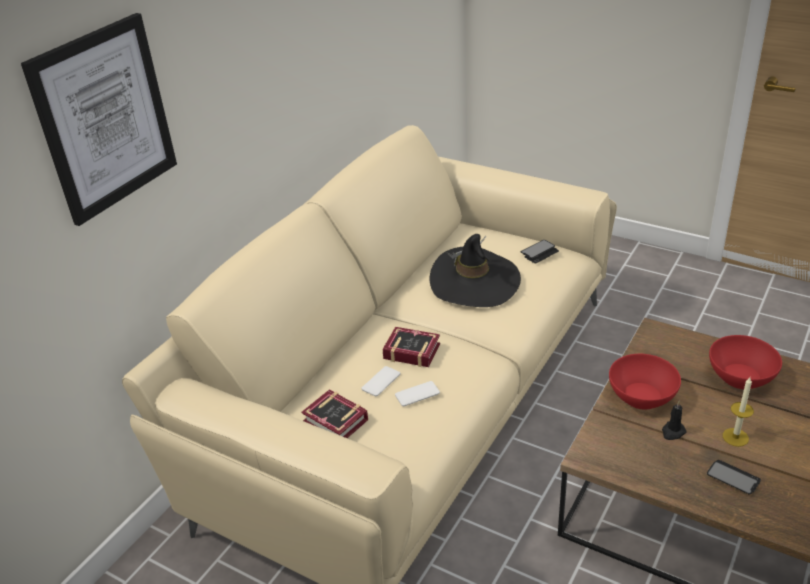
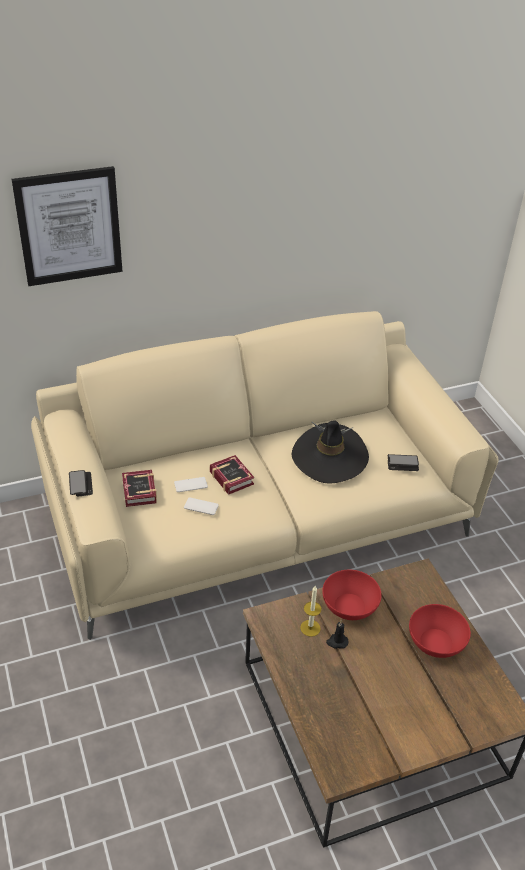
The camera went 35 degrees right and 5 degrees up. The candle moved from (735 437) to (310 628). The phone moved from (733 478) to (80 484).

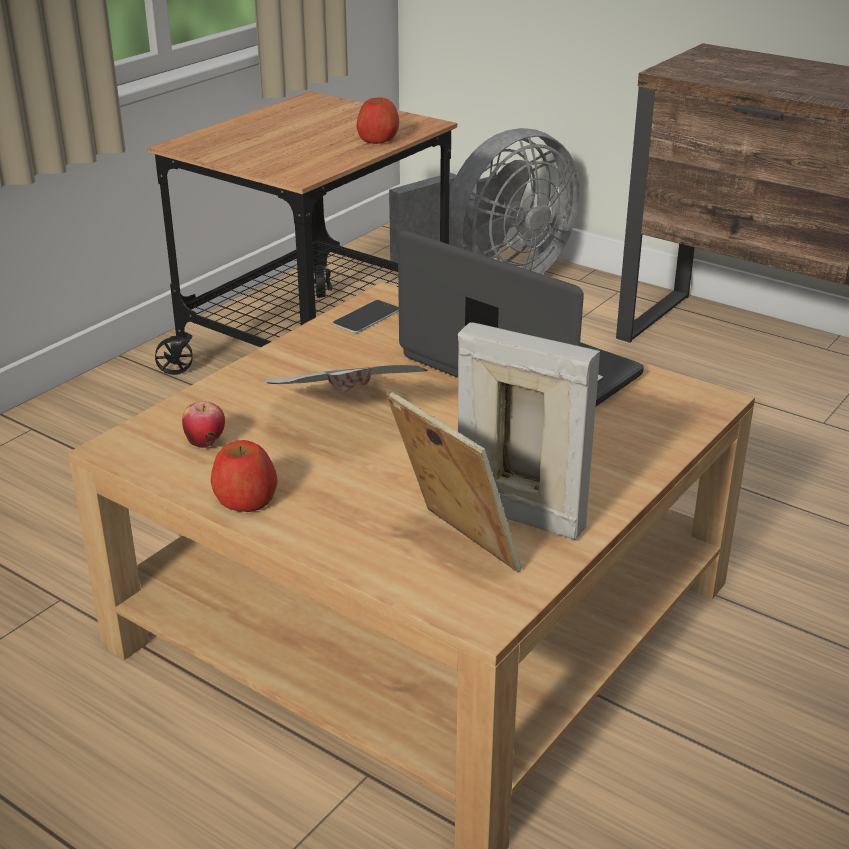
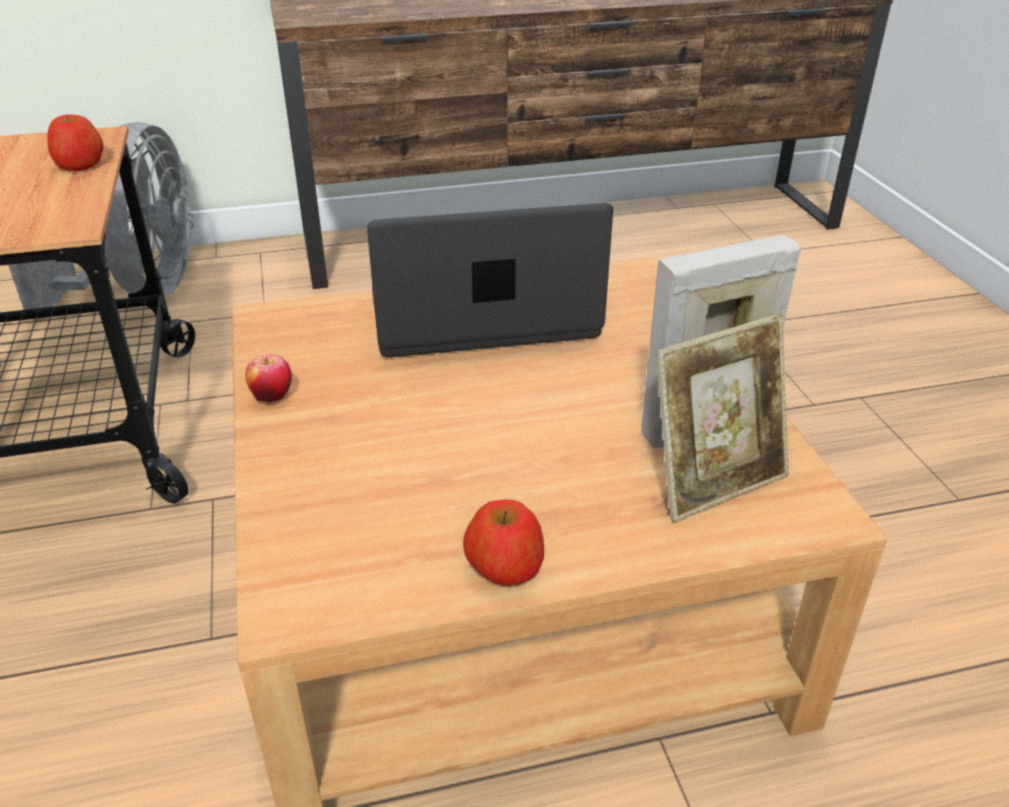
The camera went 50 degrees left and 5 degrees up. The phone at (367 317) disappeared. The newspaper at (346 415) disappeared. The picture frame at (453 548) turned 150 degrees clockwise. The apple moved from (206 443) to (272 397).

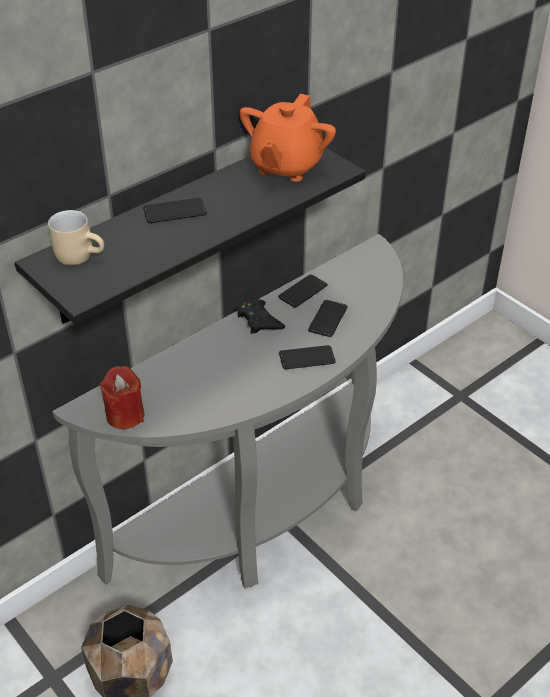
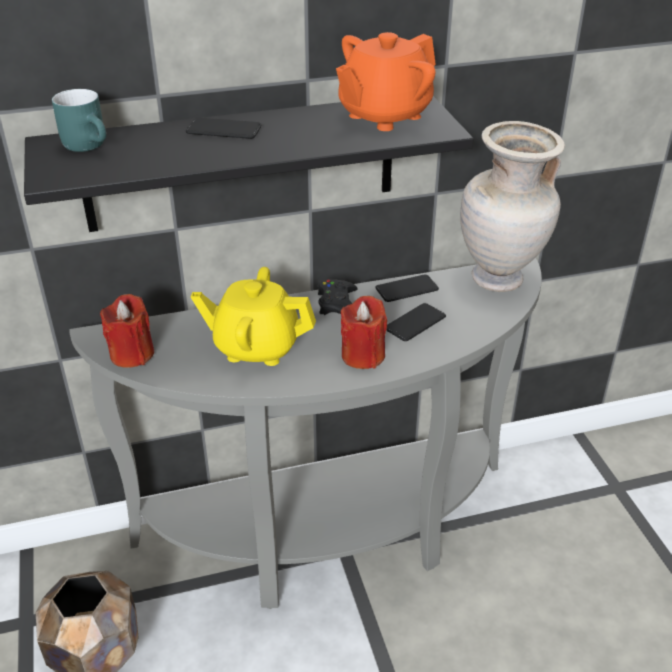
The camera went 25 degrees right and 5 degrees down. The beige mug at (80 255) became the turquoise mug at (91 145). The phone at (307 358) was replaced by the red candle at (363 355). The beige vase at (499 280) appeared. The yellow teapot at (256 347) appeared.

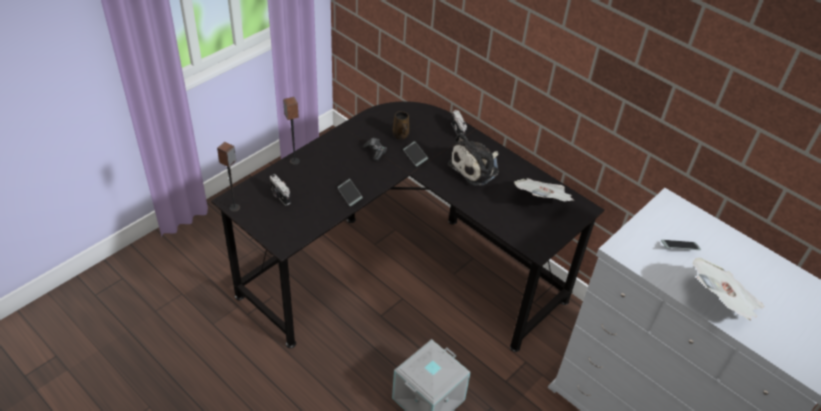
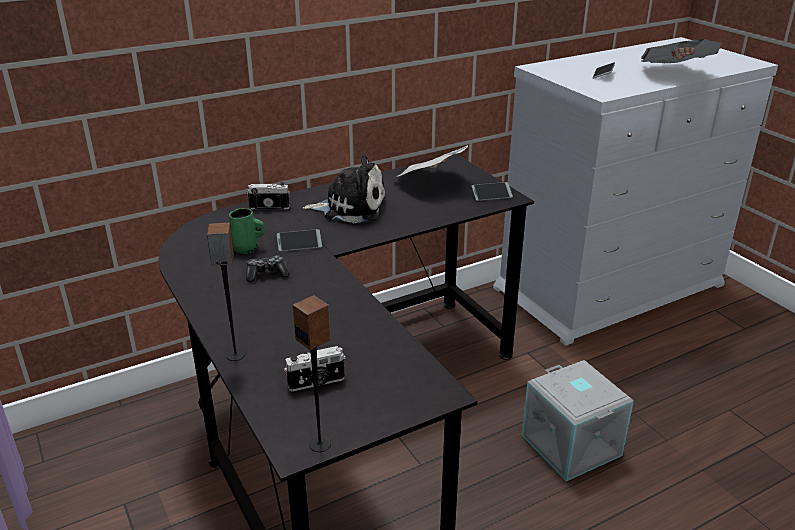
The camera went 70 degrees left and 15 degrees down. The brown mug at (401 135) became the green mug at (247 249). The plush toy at (476 168) turned 60 degrees counterclockwise. The phone moved from (349 195) to (491 195).

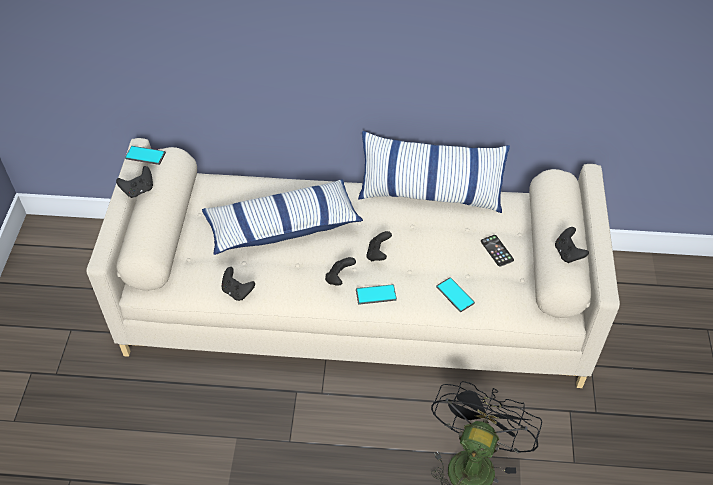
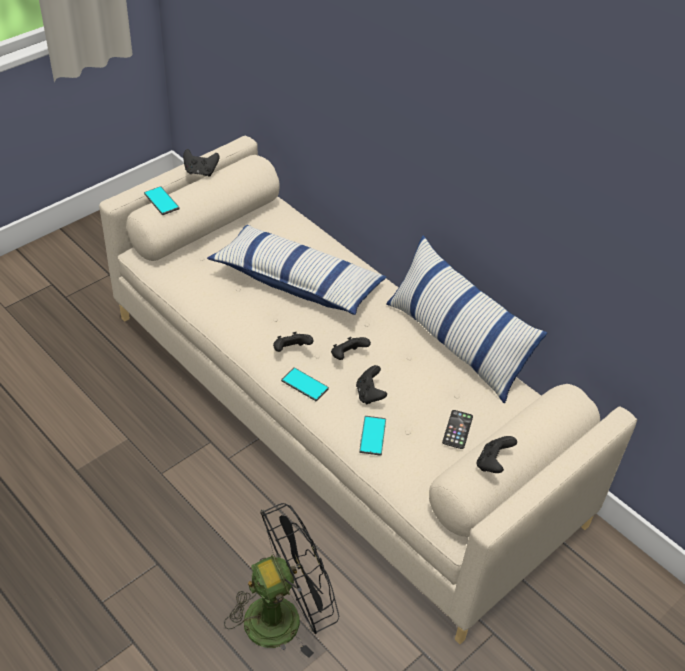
The camera went 40 degrees right and 5 degrees down. The phone moved from (145 155) to (161 201). The black game controller moved from (237 291) to (369 394).

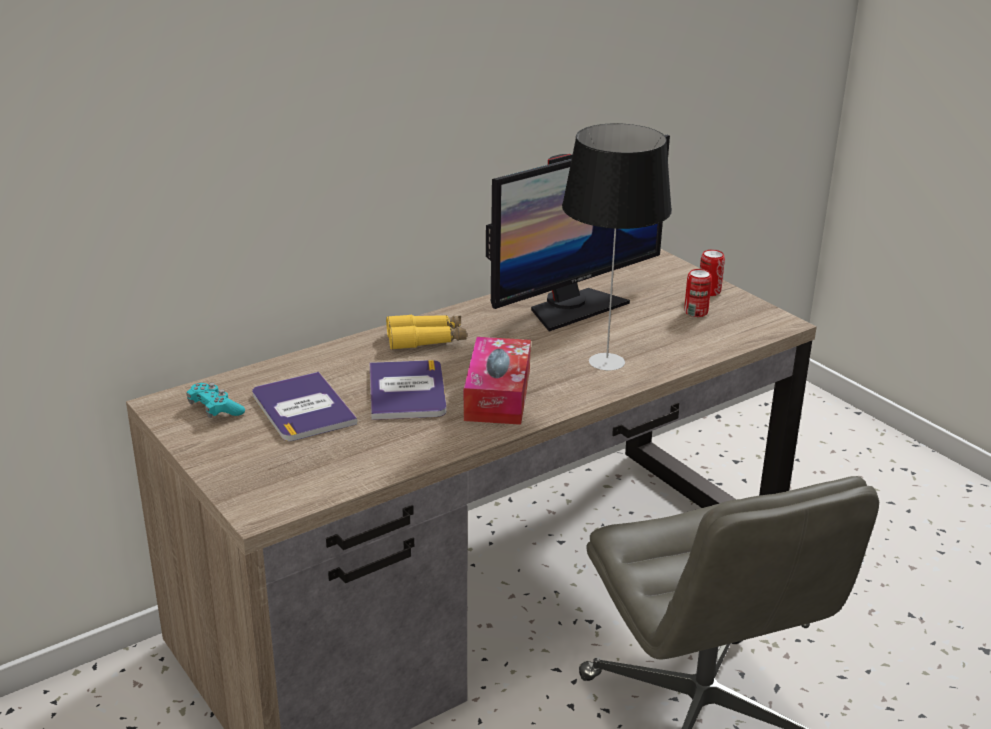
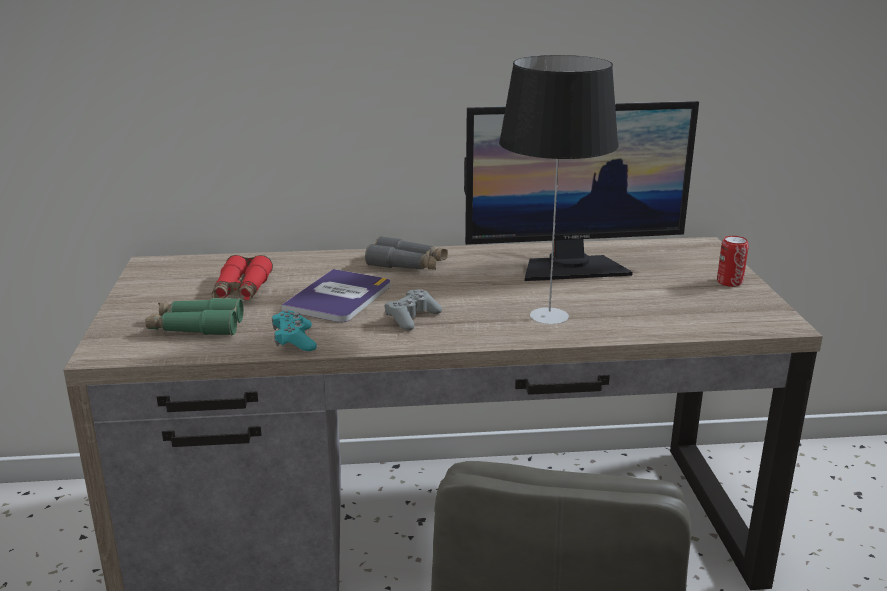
The camera went 30 degrees right and 5 degrees down. The can at (696 312) disappeared. The yellow binoculars at (426 340) became the grey binoculars at (407 265). The tissue box at (497 395) was replaced by the grey game controller at (412 318). The book at (302 408) was replaced by the red binoculars at (242 290). The turquoise game controller moved from (215 409) to (294 341). The green binoculars at (196 327) appeared.

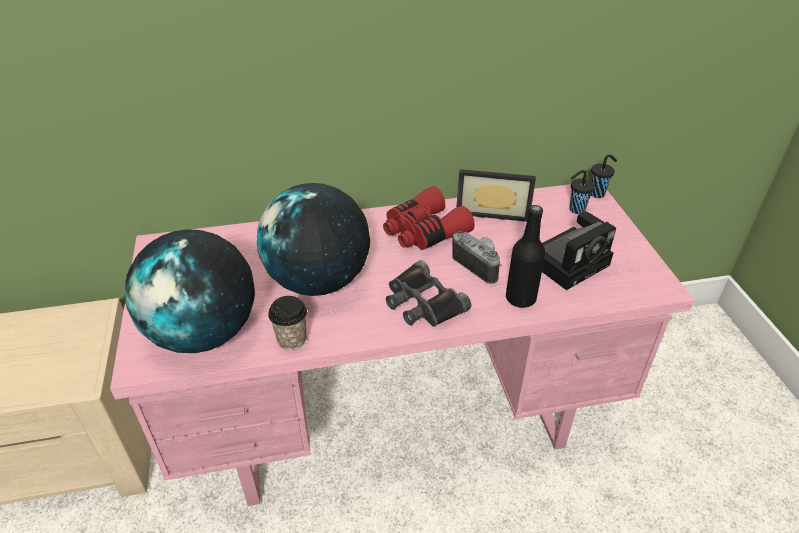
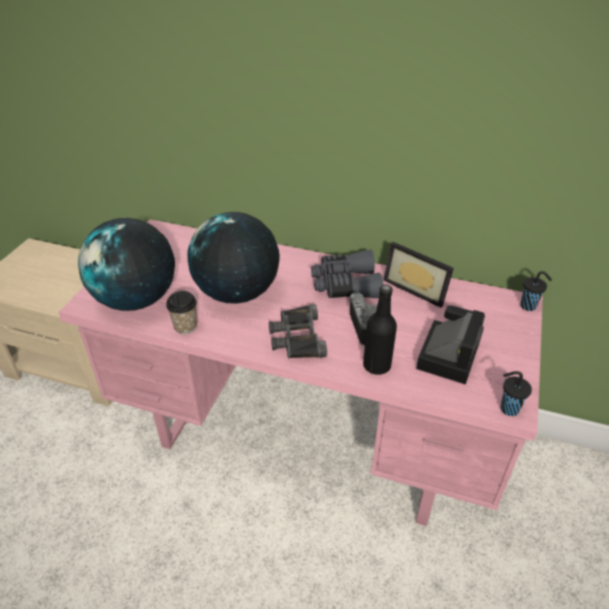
The camera went 30 degrees right and 0 degrees up. The black cup moved from (576 209) to (508 409). The red binoculars at (423 232) became the grey binoculars at (345 285). The photo camera at (570 262) turned 60 degrees counterclockwise.

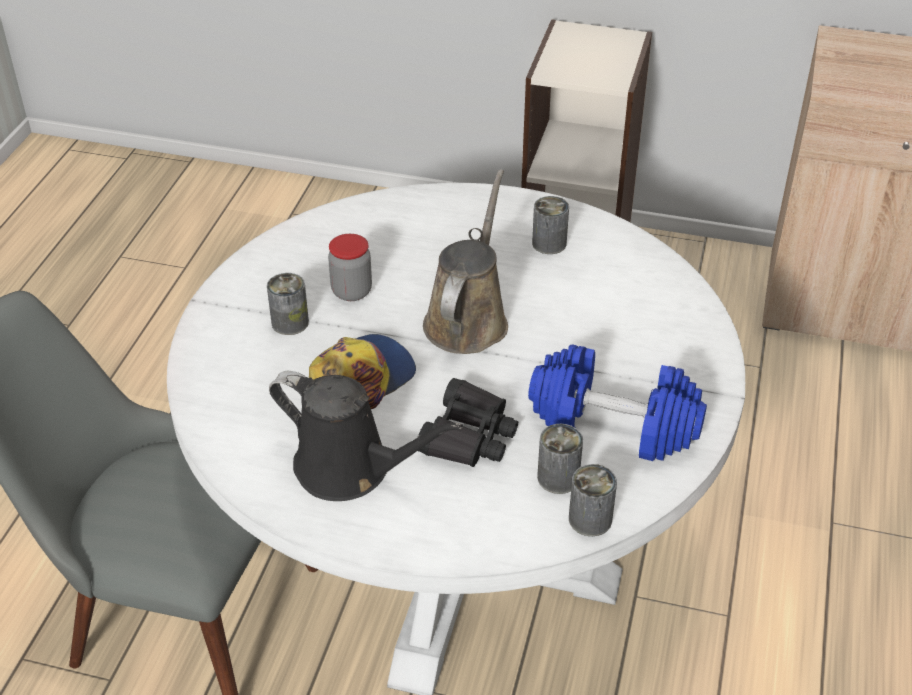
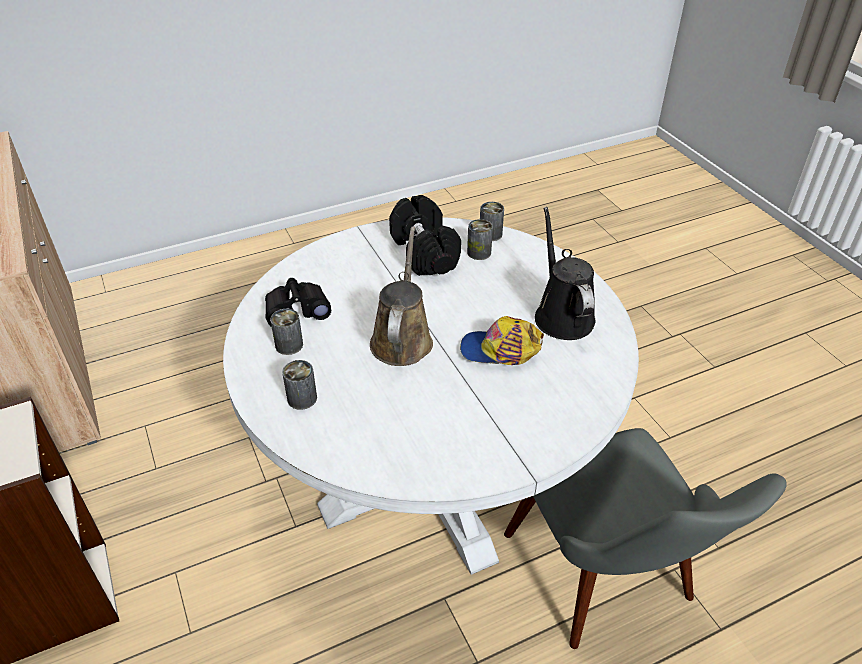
The camera went 130 degrees left and 0 degrees up. The brown watering can at (468 319) turned 120 degrees clockwise. The jar at (351 291) disappeared. The can moved from (290 322) to (302 398). The blue dumbbell at (613 426) became the black dumbbell at (425 252). The black binoculars moved from (468 436) to (297 310).

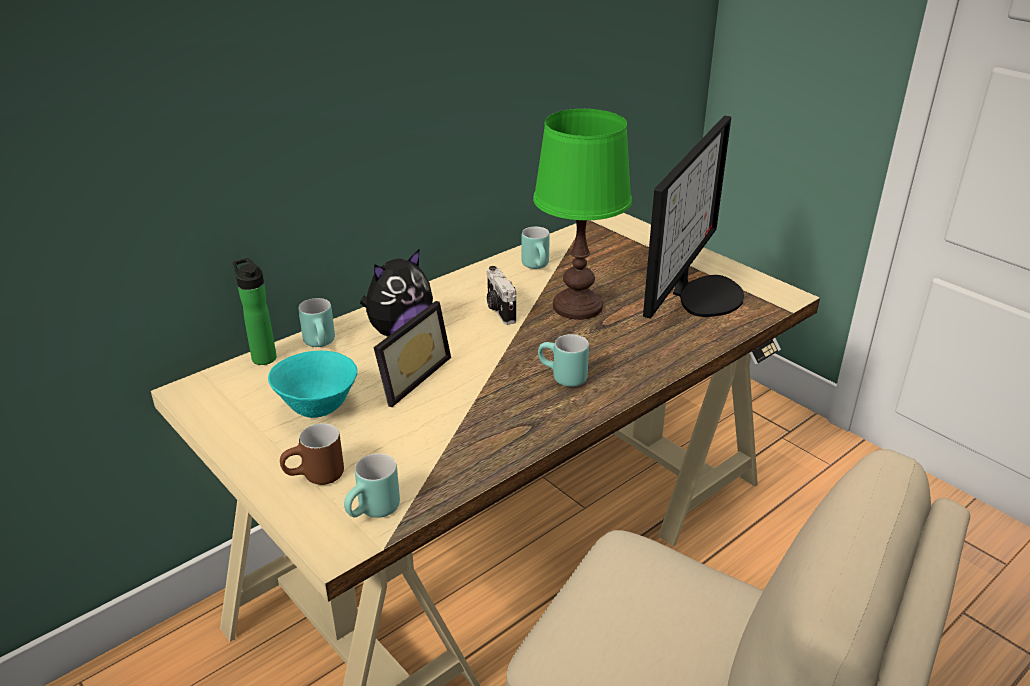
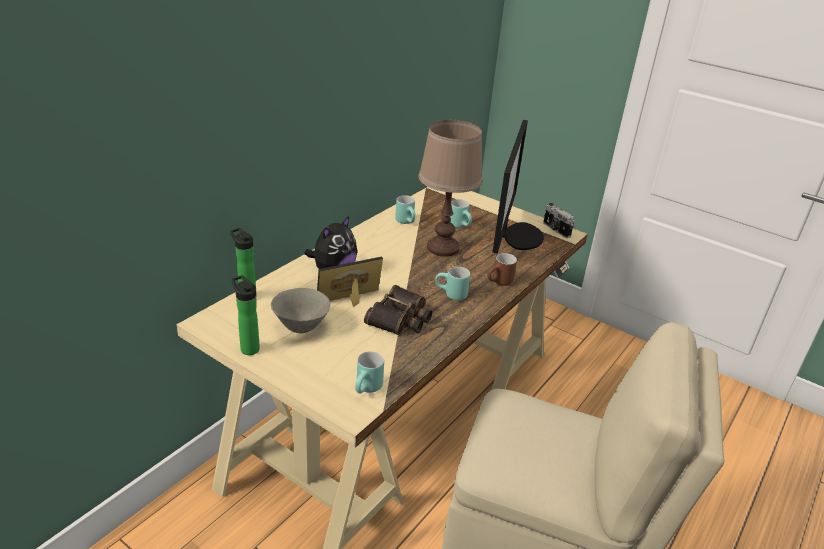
The camera went 15 degrees left and 0 degrees up. The green table lamp at (577 307) became the brown table lamp at (443 248). The photo camera moved from (499 310) to (555 230). The turquoise mug moved from (323 344) to (461 226). The picture frame at (407 376) turned 135 degrees counterclockwise. The turquoise bowl at (318 408) became the grey bowl at (301 327). The brown mug moved from (316 478) to (500 283). The bottle at (248 348) appeared. The binoculars at (400 318) appeared.

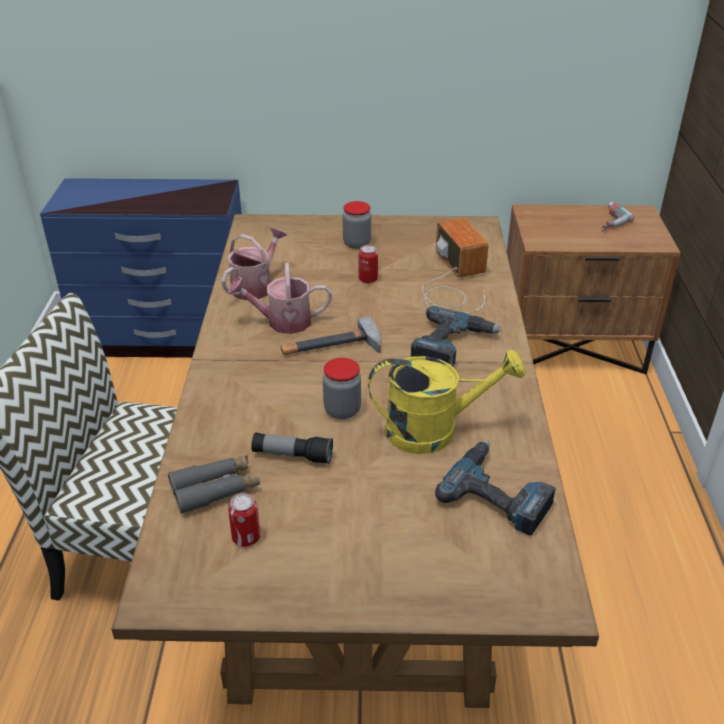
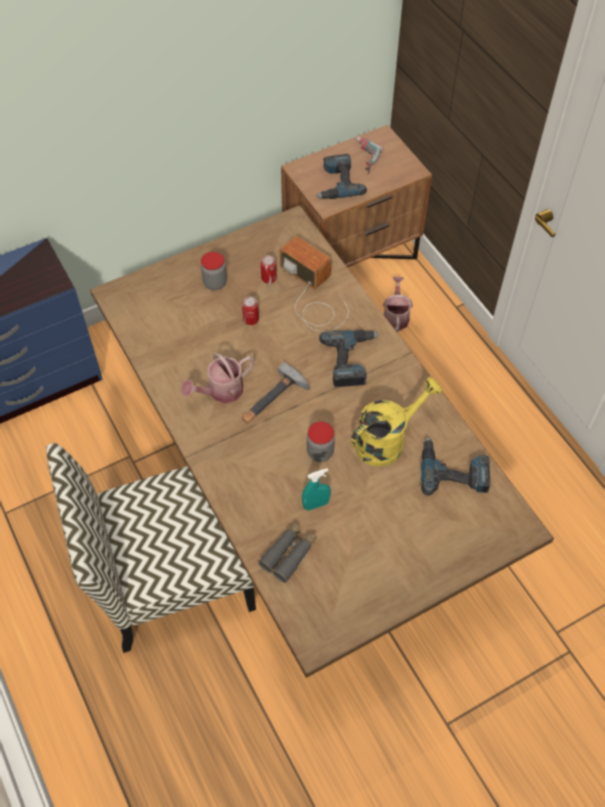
The camera went 30 degrees left and 20 degrees up. The watering can moved from (255 286) to (395 316). The flashlight at (292 456) was replaced by the turquoise spray bottle at (316 504). The can moved from (246 537) to (269 278). The power drill at (336 183) appeared.

